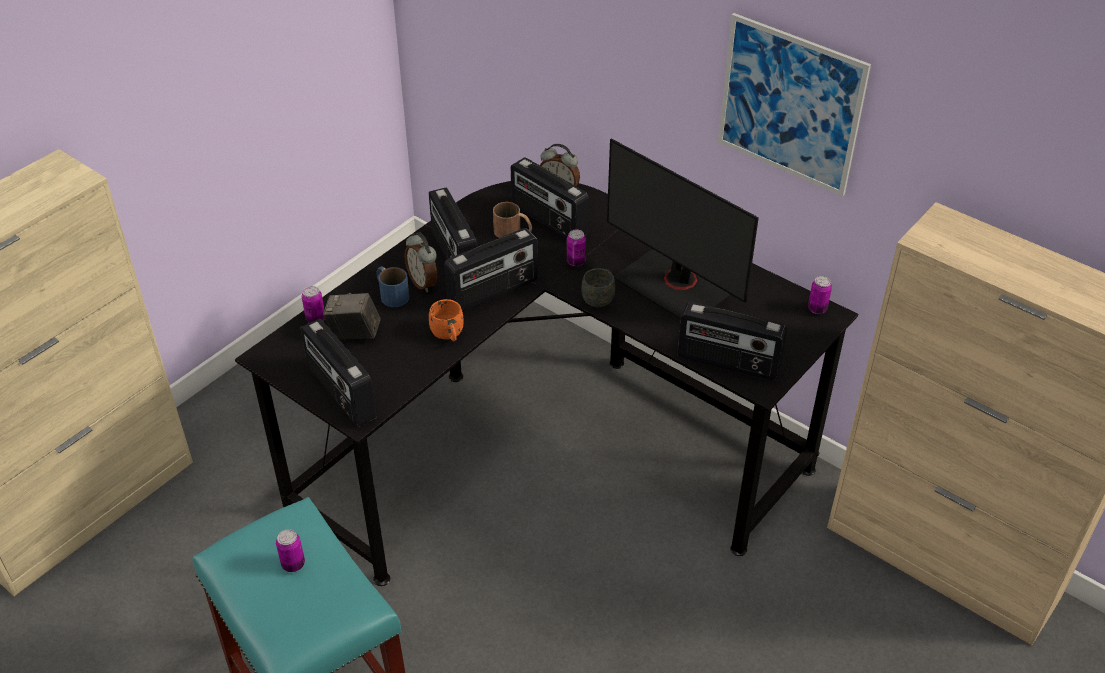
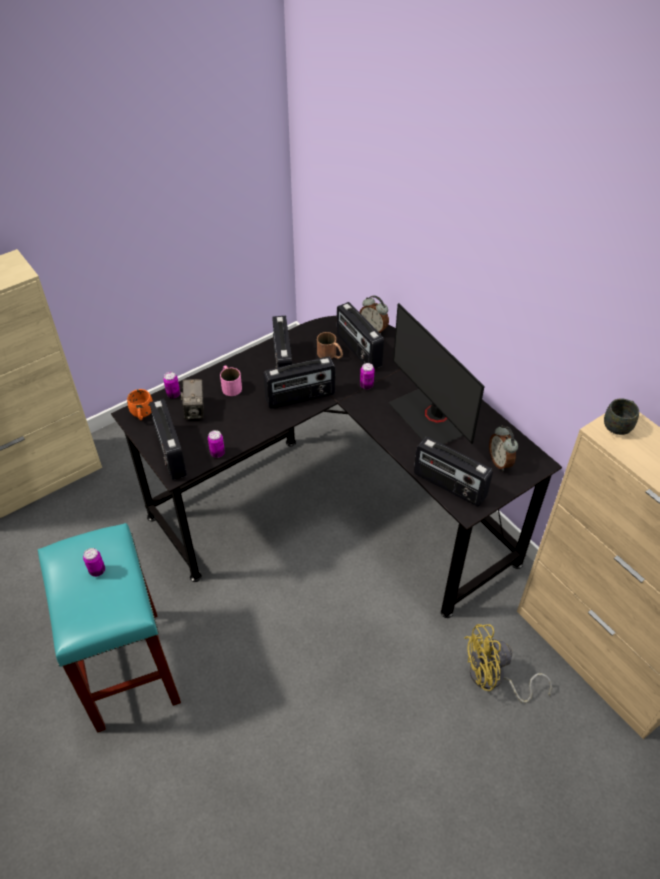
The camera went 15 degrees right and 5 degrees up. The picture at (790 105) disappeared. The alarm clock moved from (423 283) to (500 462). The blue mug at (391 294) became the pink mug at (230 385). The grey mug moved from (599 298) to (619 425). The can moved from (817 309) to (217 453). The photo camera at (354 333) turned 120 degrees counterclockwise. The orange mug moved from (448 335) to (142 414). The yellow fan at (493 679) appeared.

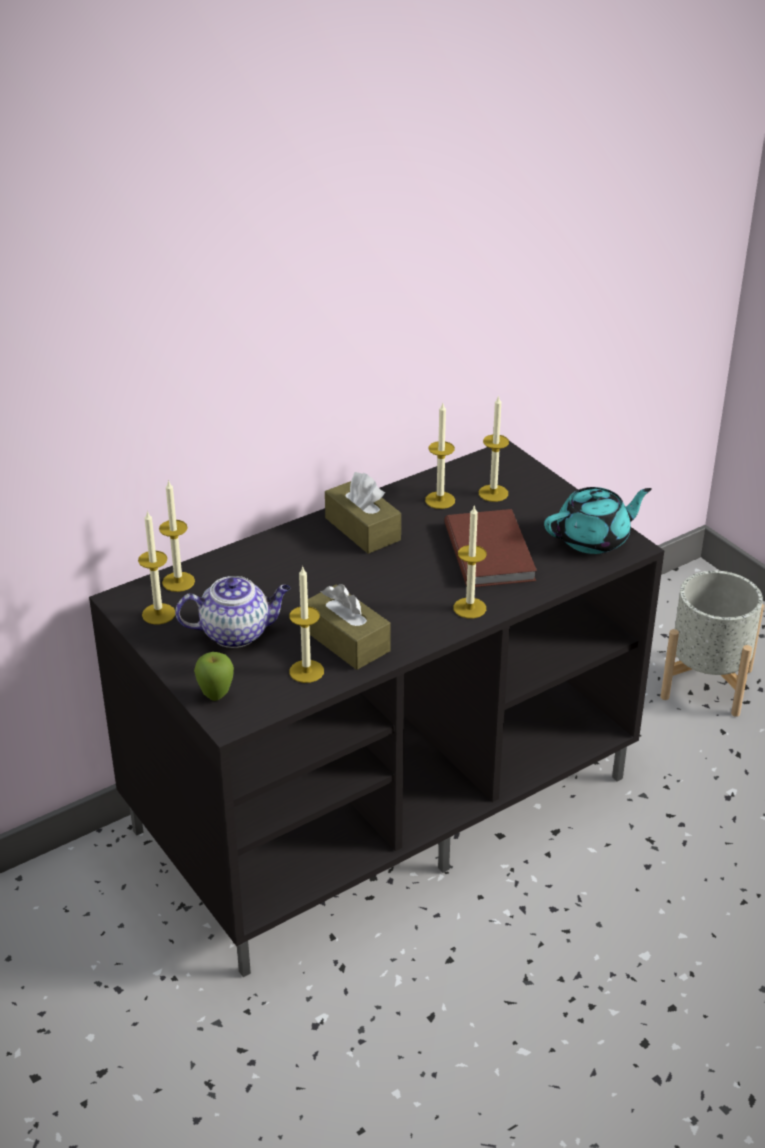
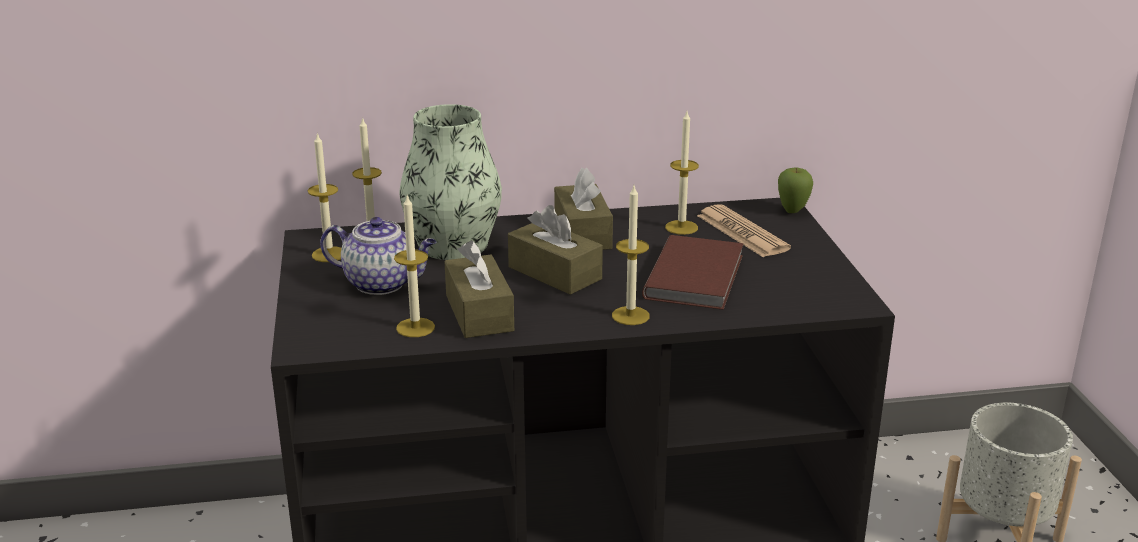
The camera went 25 degrees right and 10 degrees down. The candle at (493 493) was replaced by the newspaper at (742 232). The turquoise teapot at (594 539) disappeared. The apple moved from (216 696) to (792 211). The vase at (453 245) appeared. The brown tissue box at (554 273) appeared.

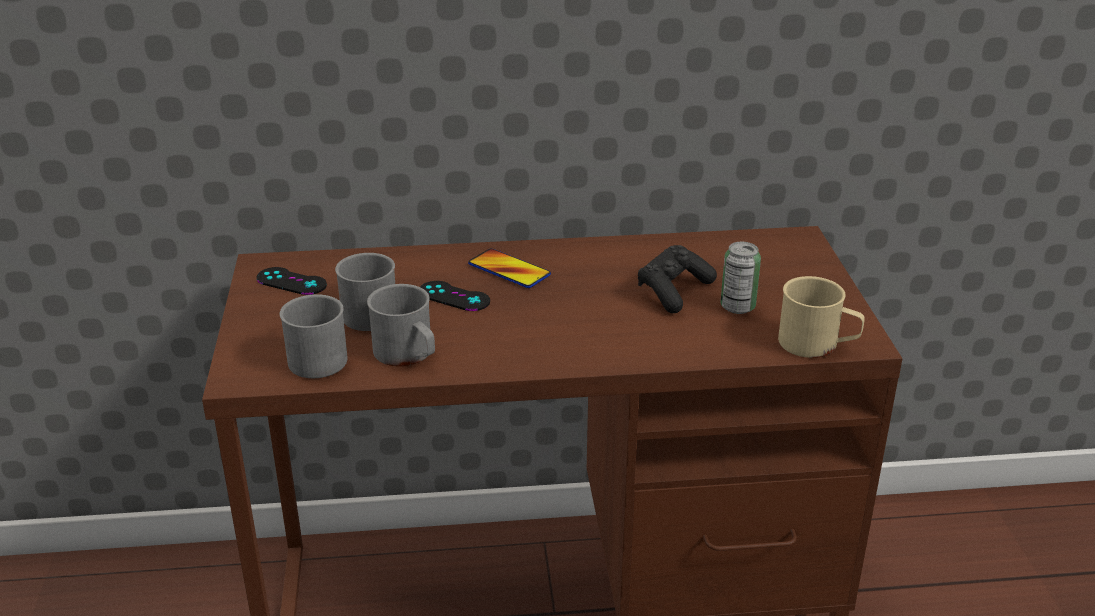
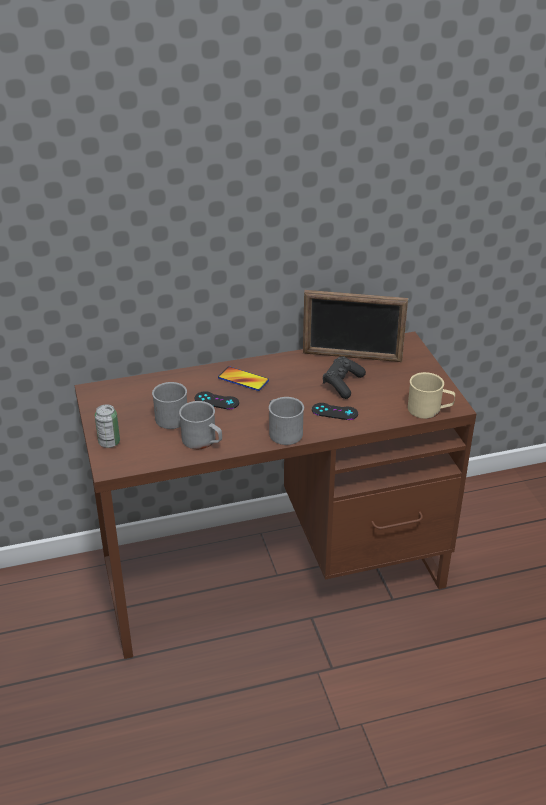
The camera went 10 degrees left and 5 degrees up. The can moved from (737 307) to (109 442). The black game controller moved from (291 281) to (334 412). The grey mug moved from (316 356) to (283 431). The picture frame at (352 357) appeared.

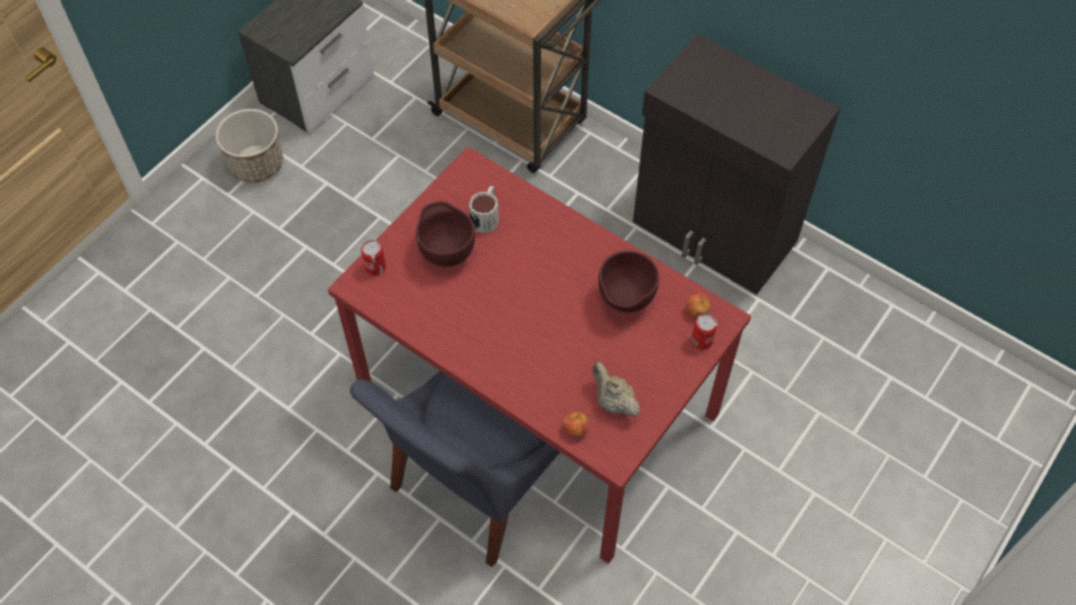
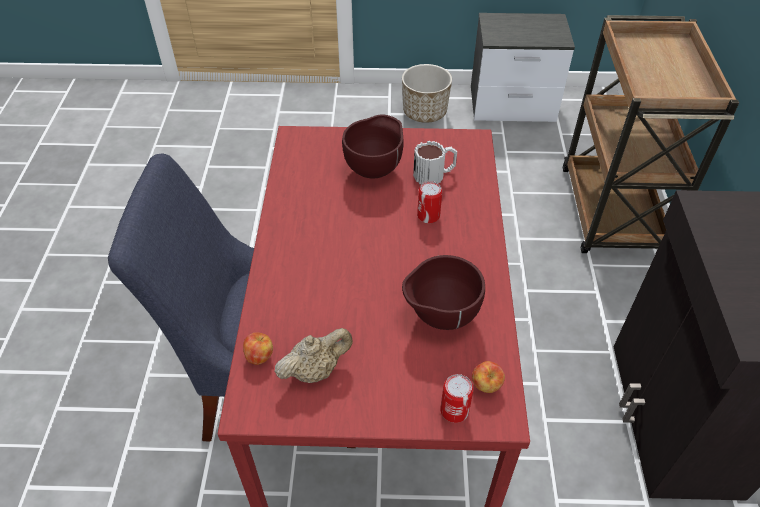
The camera went 55 degrees right and 10 degrees down. The can moved from (375 267) to (428 216). The beige teapot at (613 401) turned 45 degrees clockwise.

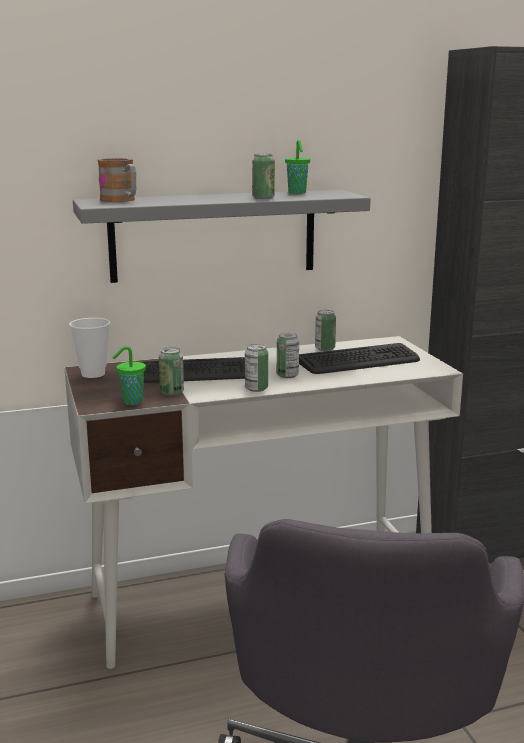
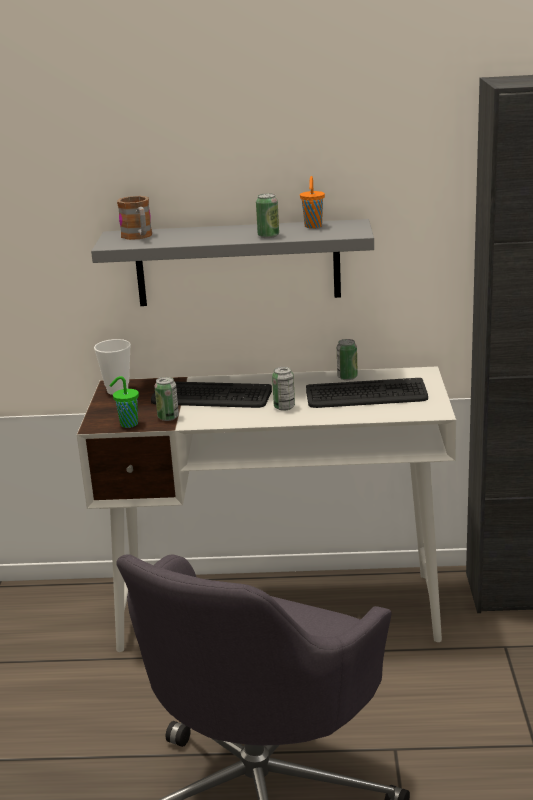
The camera went 20 degrees right and 5 degrees up. The green cup at (297 193) became the orange cup at (313 226). The can at (256 388) disappeared.

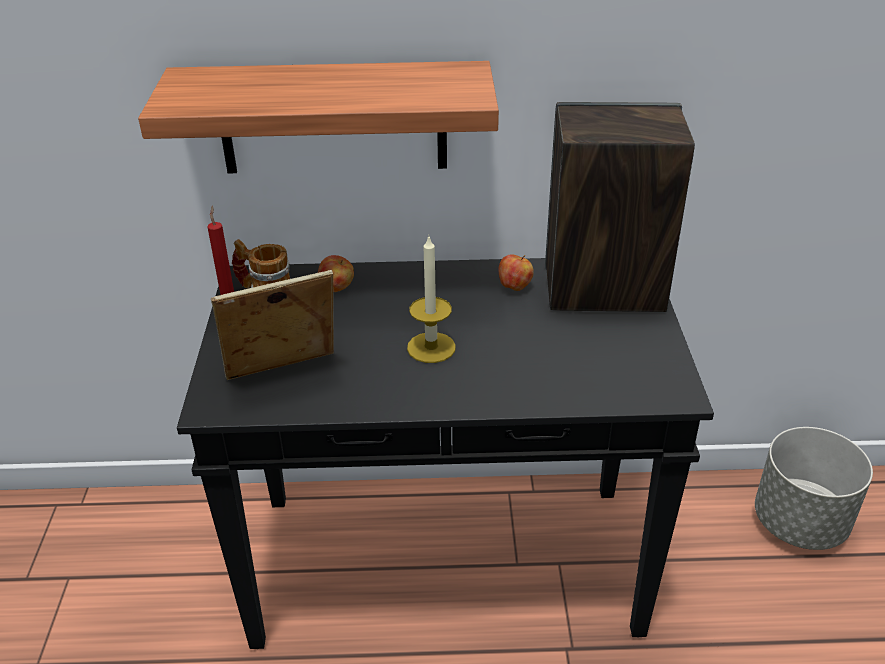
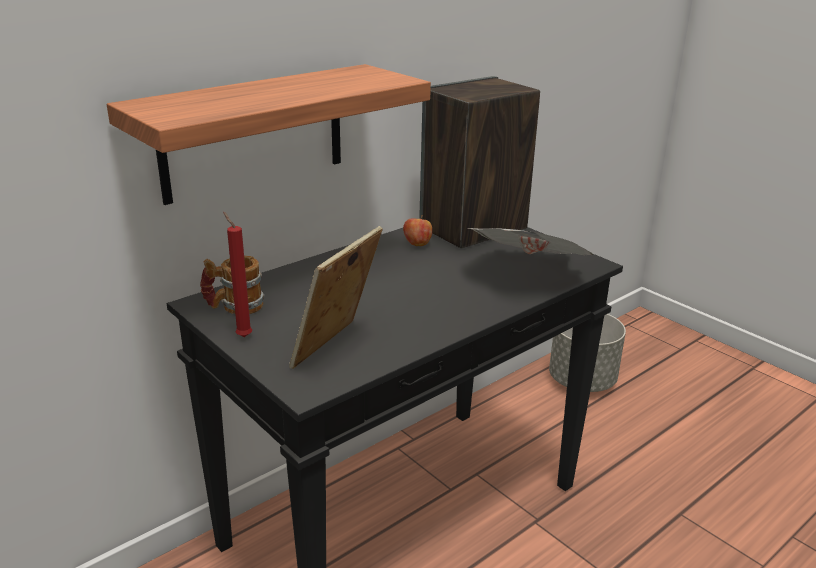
The camera went 40 degrees left and 10 degrees down. The candle at (431 347) disappeared. The apple at (337 288) disappeared. The newspaper at (529 273) appeared.

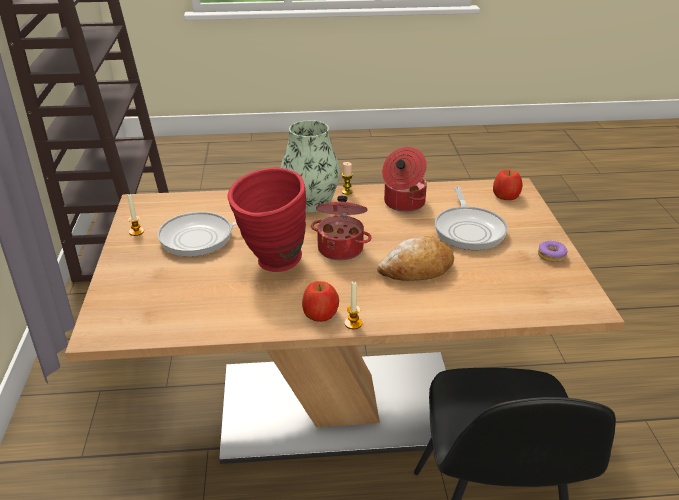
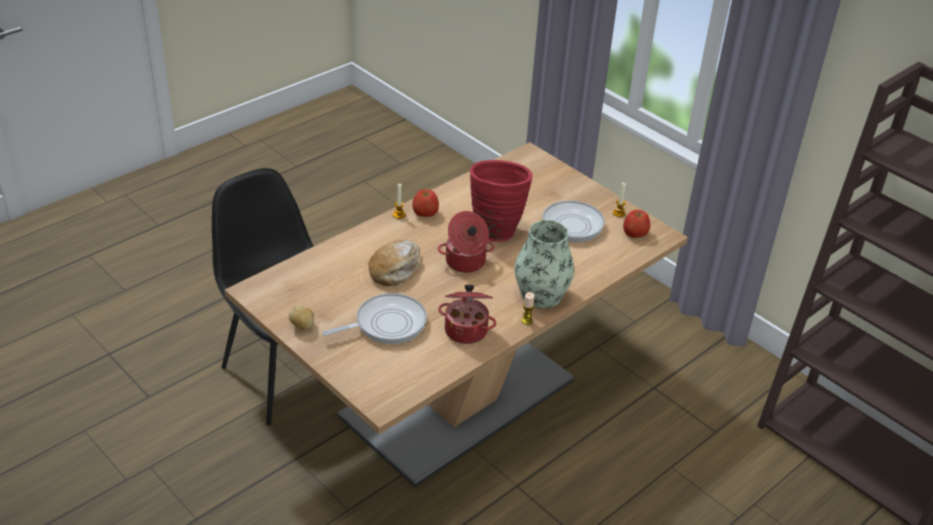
The camera went 140 degrees right and 5 degrees up. The apple moved from (506 195) to (635 233). The frying pan at (469 230) turned 105 degrees clockwise. The donut at (551 255) was replaced by the potato at (302 326).

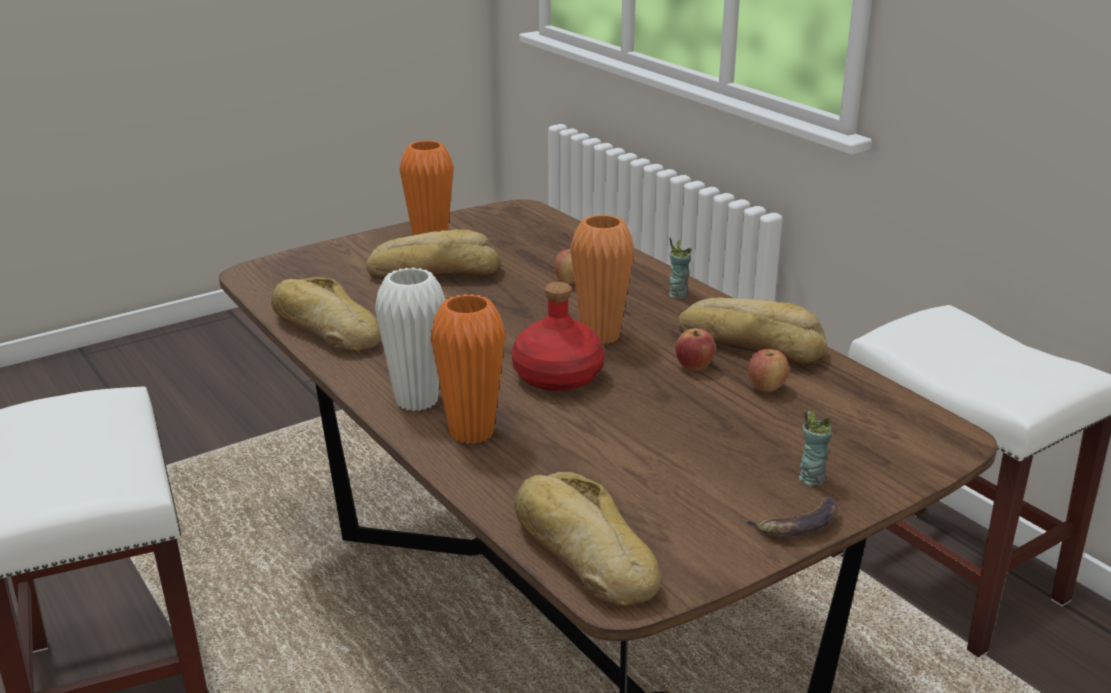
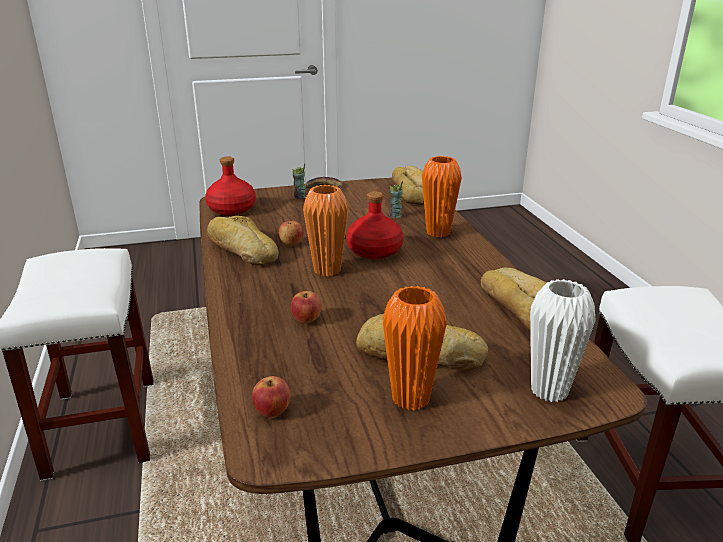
The camera went 160 degrees left and 0 degrees up. The cup moved from (678 294) to (395 216). The white vase moved from (416 400) to (549 391). The apple moved from (765 387) to (273 411). The red bottle at (231 209) appeared.

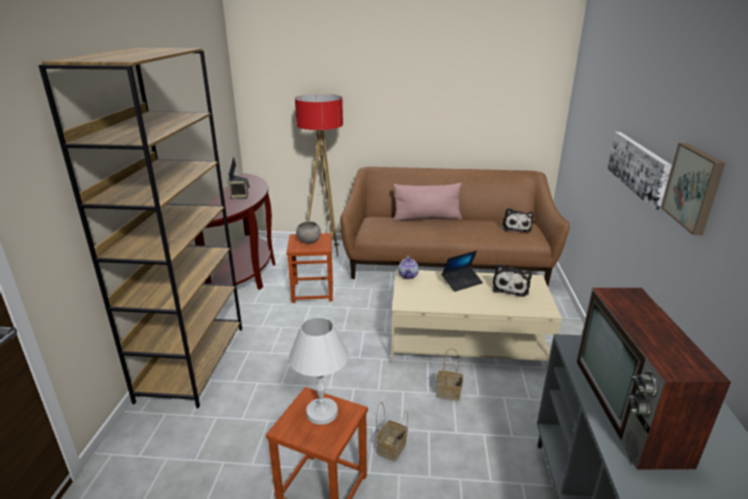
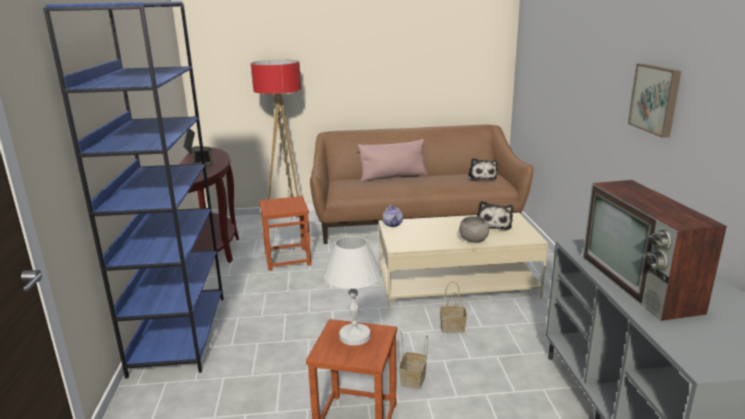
The camera went 10 degrees left and 5 degrees down. The brown bookcase at (192 362) became the blue bookcase at (179 333). The picture at (638 167) disappeared. The grey bowl moved from (309 241) to (473 240). The laptop at (462 282) disappeared.

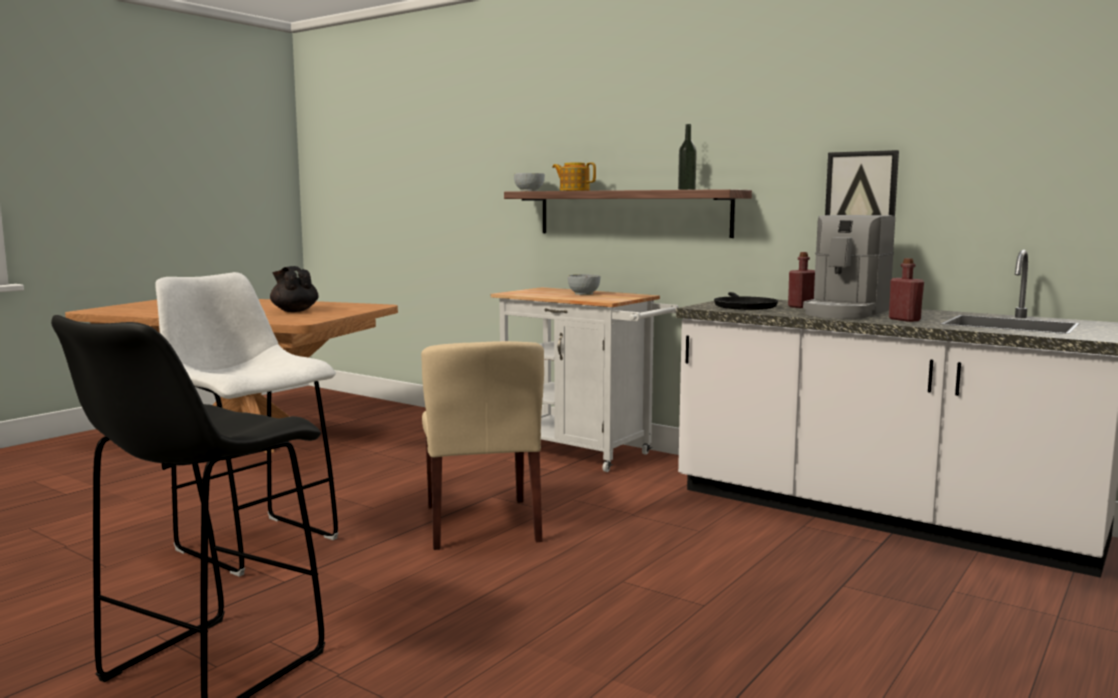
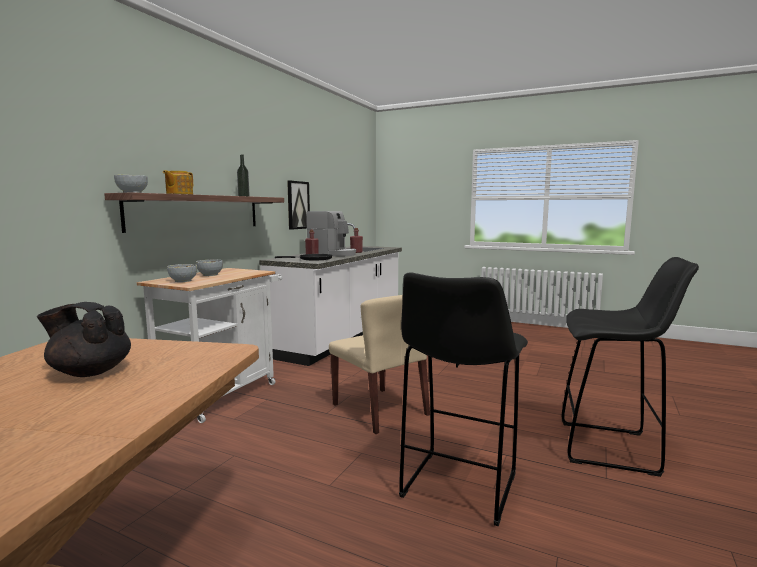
The camera went 100 degrees left and 0 degrees up. The black teapot at (294 311) turned 60 degrees clockwise. The white stool at (254 543) became the black stool at (458 487). The beige chair at (482 523) turned 75 degrees clockwise. The bowl at (183 281) appeared.

